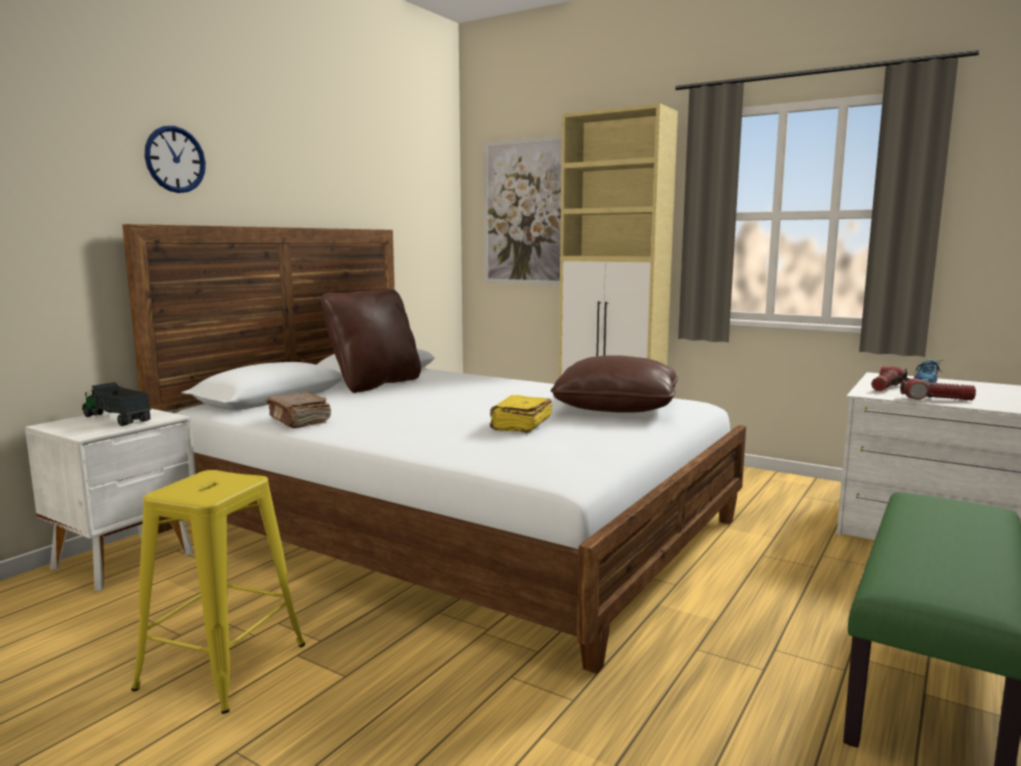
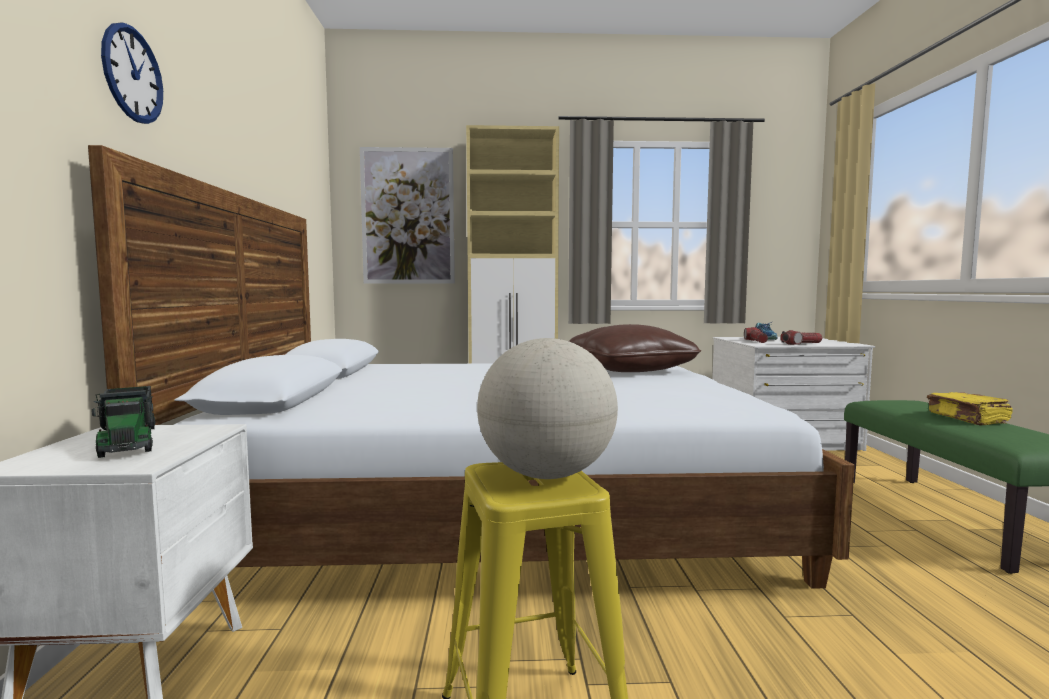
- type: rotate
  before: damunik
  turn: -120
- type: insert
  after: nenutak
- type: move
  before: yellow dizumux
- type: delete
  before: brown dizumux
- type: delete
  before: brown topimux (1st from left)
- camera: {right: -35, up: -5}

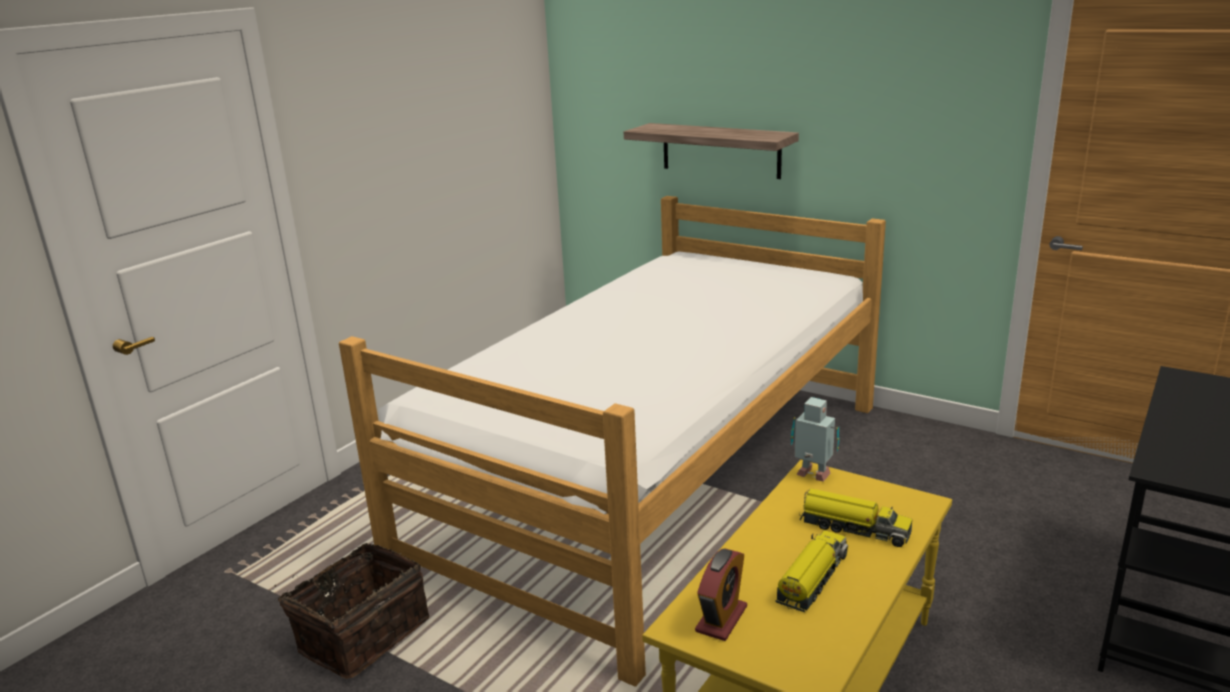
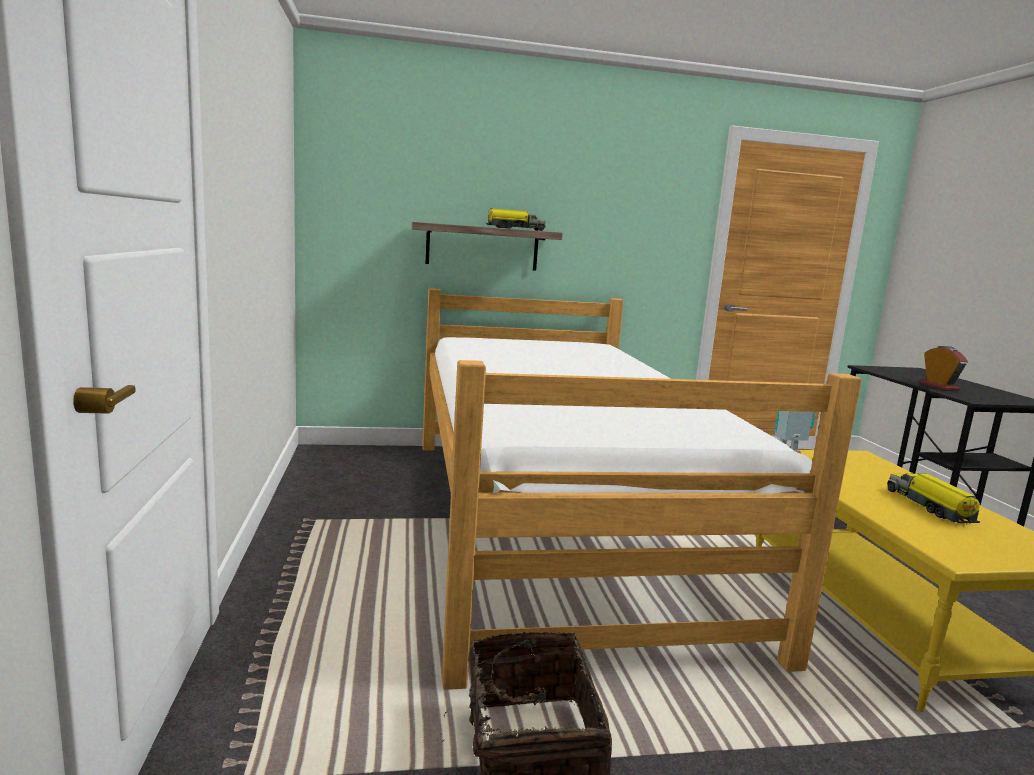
- type: move
  before: damunik (2nd from left in the first image)
  after: damunik (1st from left)
- type: move
  before: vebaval
- camera: {right: -45, up: -10}

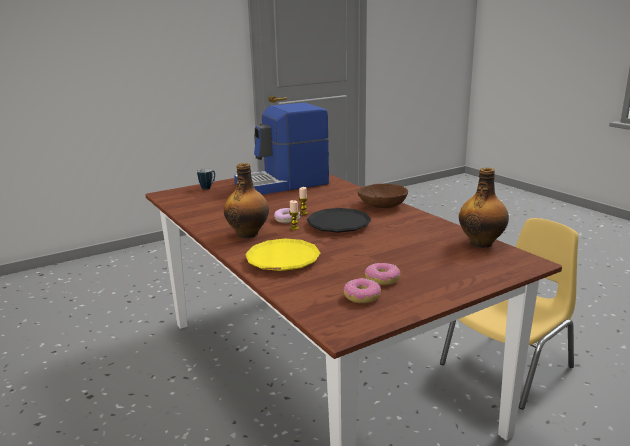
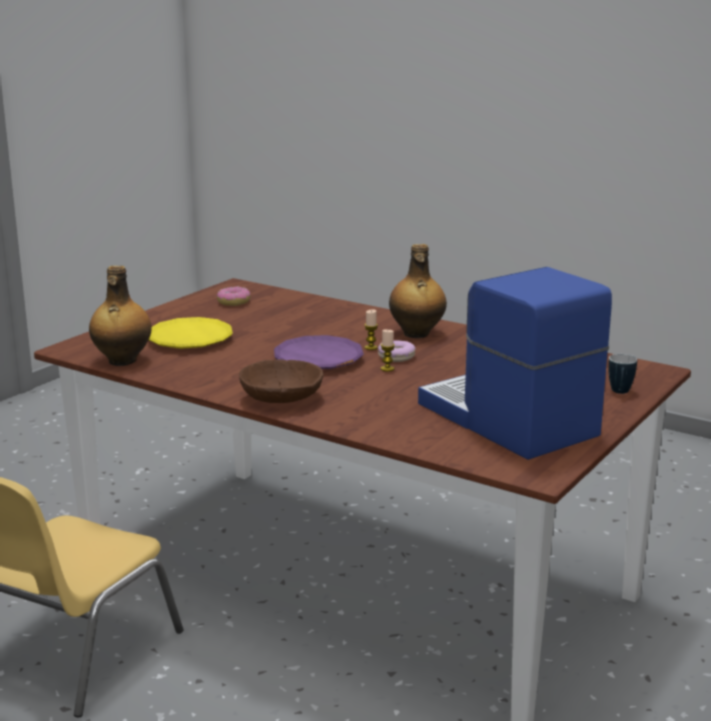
- type: move
  before: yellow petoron
- type: recolor
  before: black petoron
  after: purple petoron
- type: rotate
  before: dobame
  turn: -75
- type: delete
  before: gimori (3rd from left)
- camera: {right: 155, up: 0}

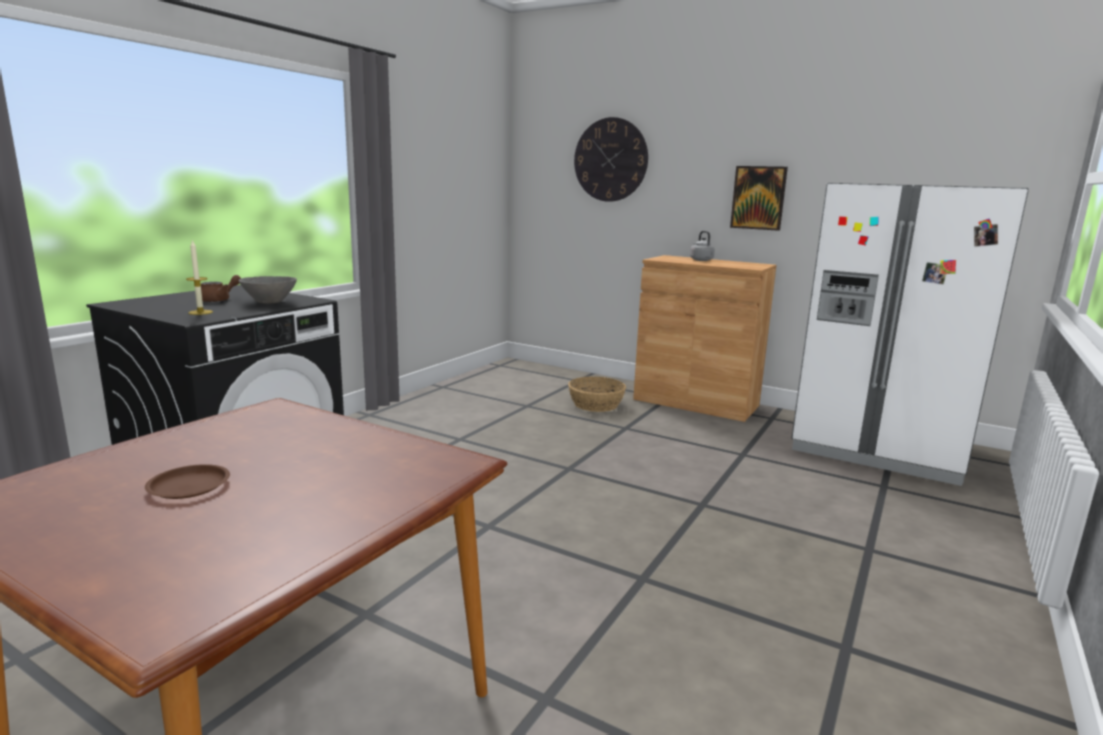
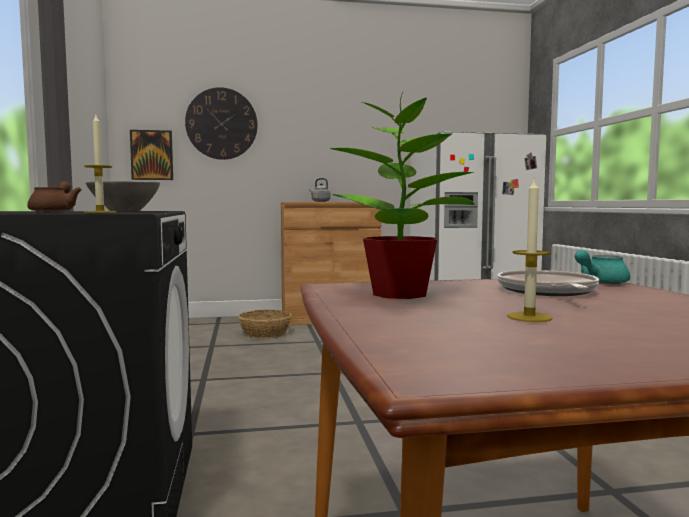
- type: move
  before: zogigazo
- type: insert
  after: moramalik
- type: insert
  after: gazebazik
- type: replace
  before: brown petoron
  after: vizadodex (2nd from left)
- type: insert
  after: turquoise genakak
- camera: {right: -40, up: -10}

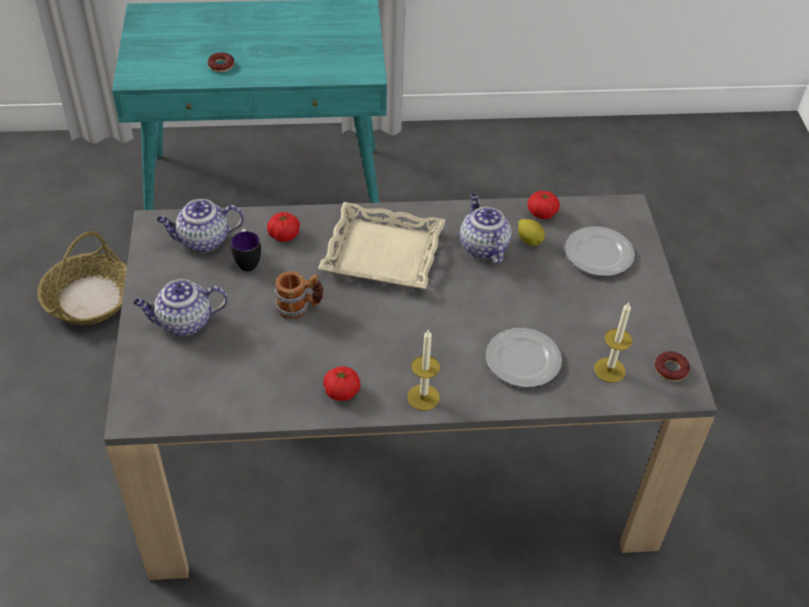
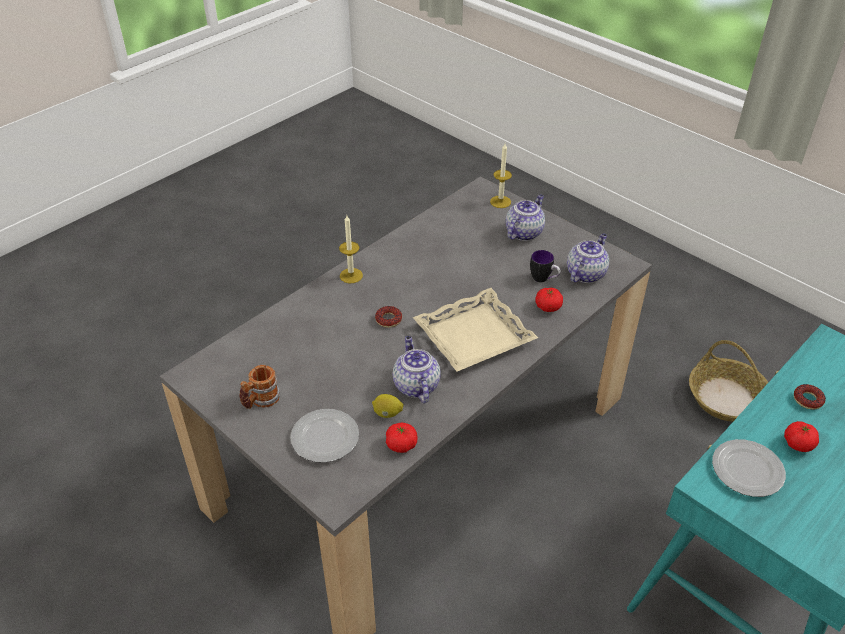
- type: move
  before: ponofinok (2nd from left in the first image)
  after: ponofinok (1st from left)
- type: move
  before: gimori (2nd from left in the first image)
  after: gimori (1st from left)
- type: rotate
  before: genakak (3rd from left in the first image)
  turn: -135
- type: move
  before: vizadodex (2nd from left)
- type: move
  before: petoron (1st from left in the first image)
  after: petoron (2nd from left)
- type: move
  before: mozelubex (2nd from left in the first image)
  after: mozelubex (3rd from left)
- camera: {right: 140, up: -5}

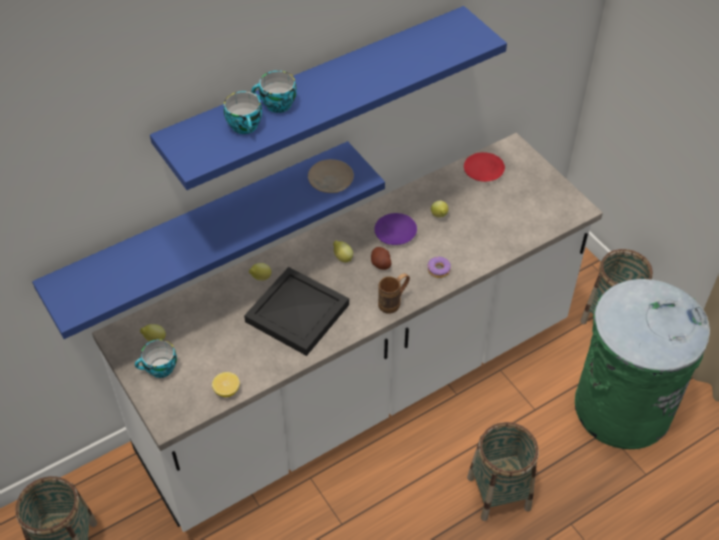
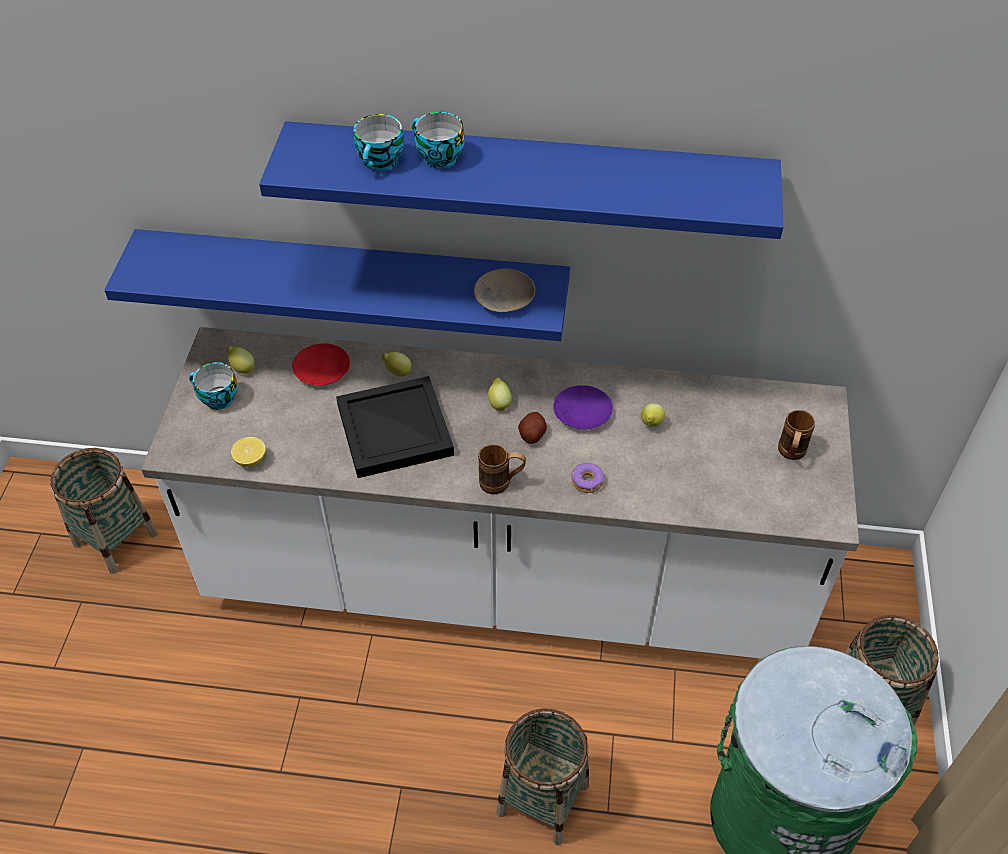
- type: move
  before: red petoron
- type: insert
  after: brown ponofinok (2nd from left)
- camera: {right: 40, up: 0}

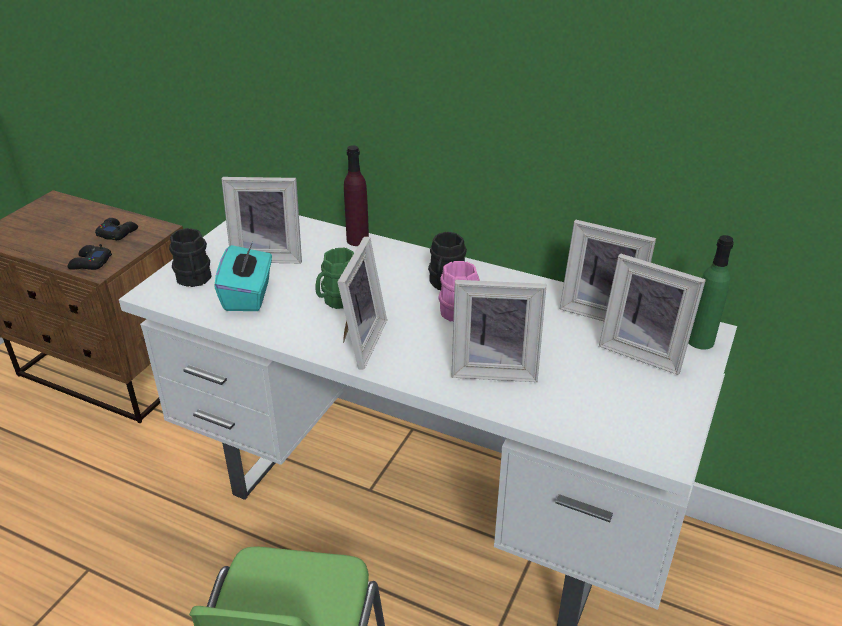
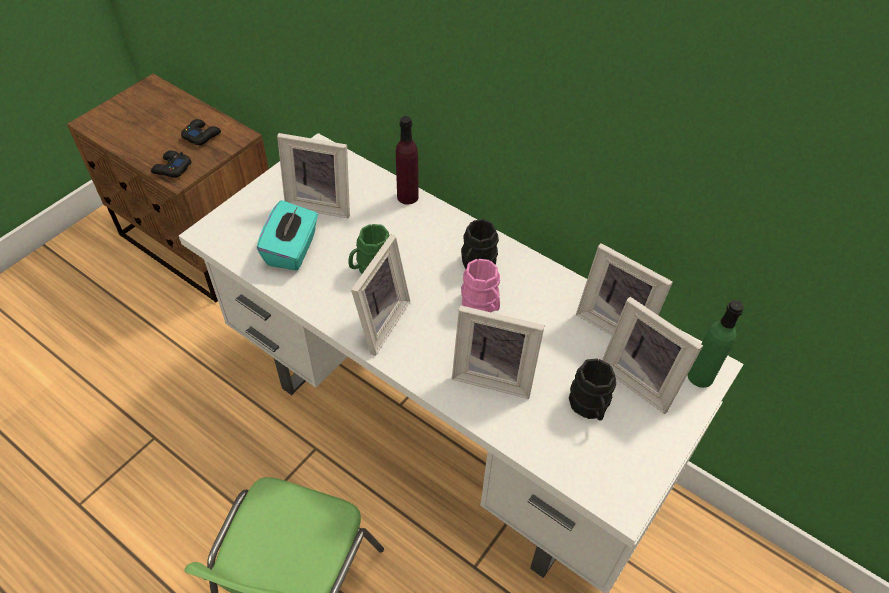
- type: move
  before: black ponofinok (1st from left in the first image)
  after: black ponofinok (2nd from left)
- camera: {right: 10, up: 15}

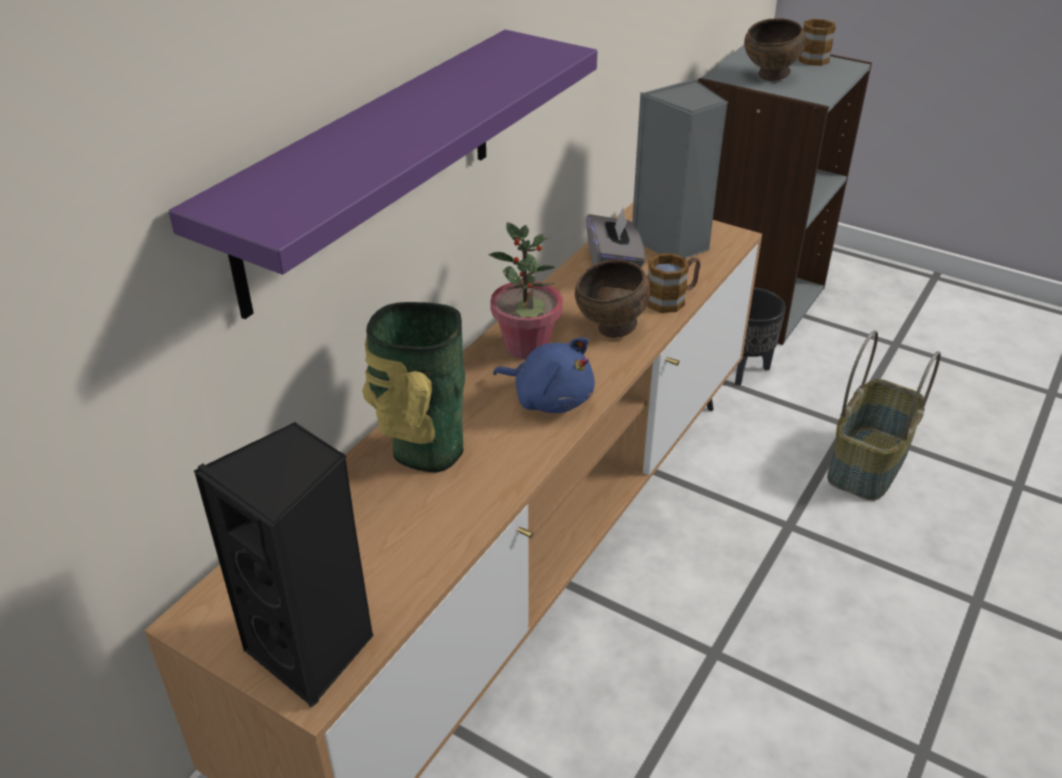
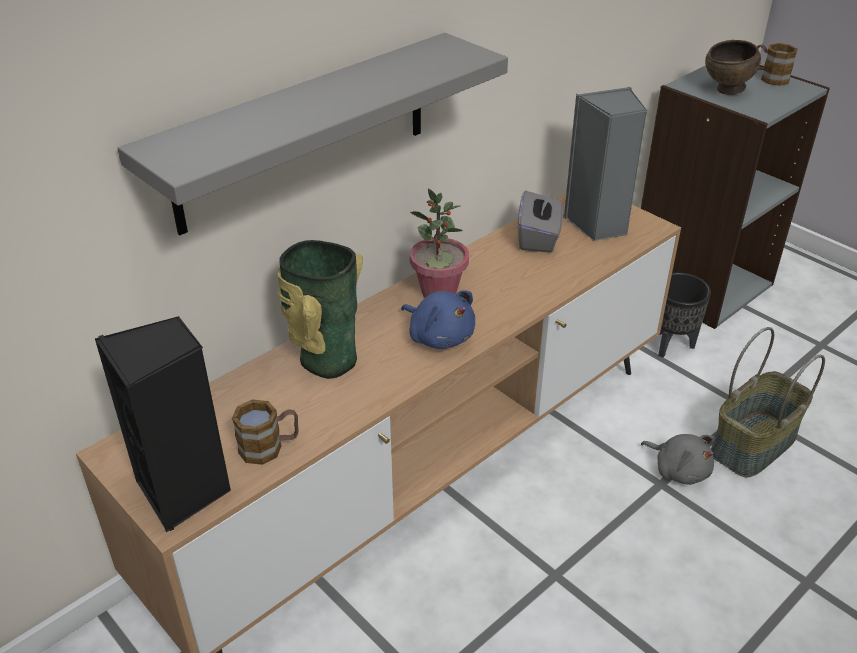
- type: recolor
  before: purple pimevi
  after: grey pimevi
- type: move
  before: ponofinok (1st from left)
- type: insert
  after: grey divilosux
- type: delete
  before: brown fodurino (1st from left)
- camera: {right: 15, up: 0}

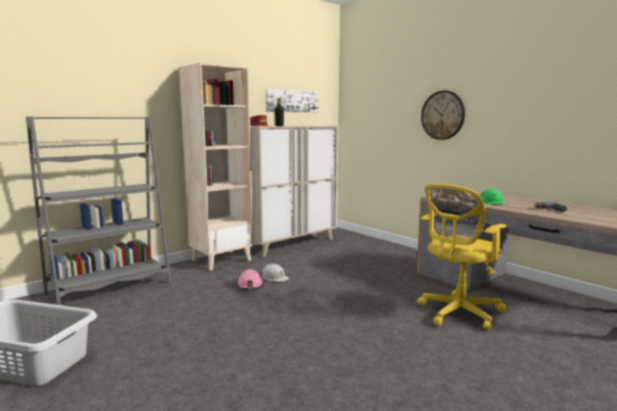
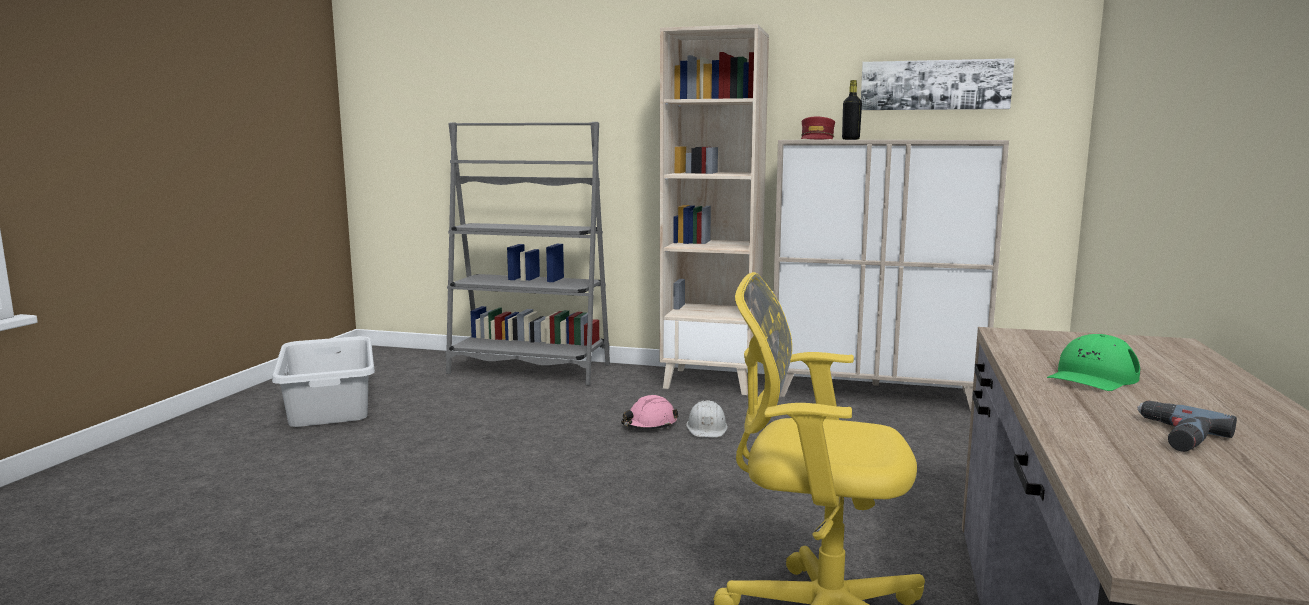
- type: delete
  before: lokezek
- camera: {right: 55, up: 0}

